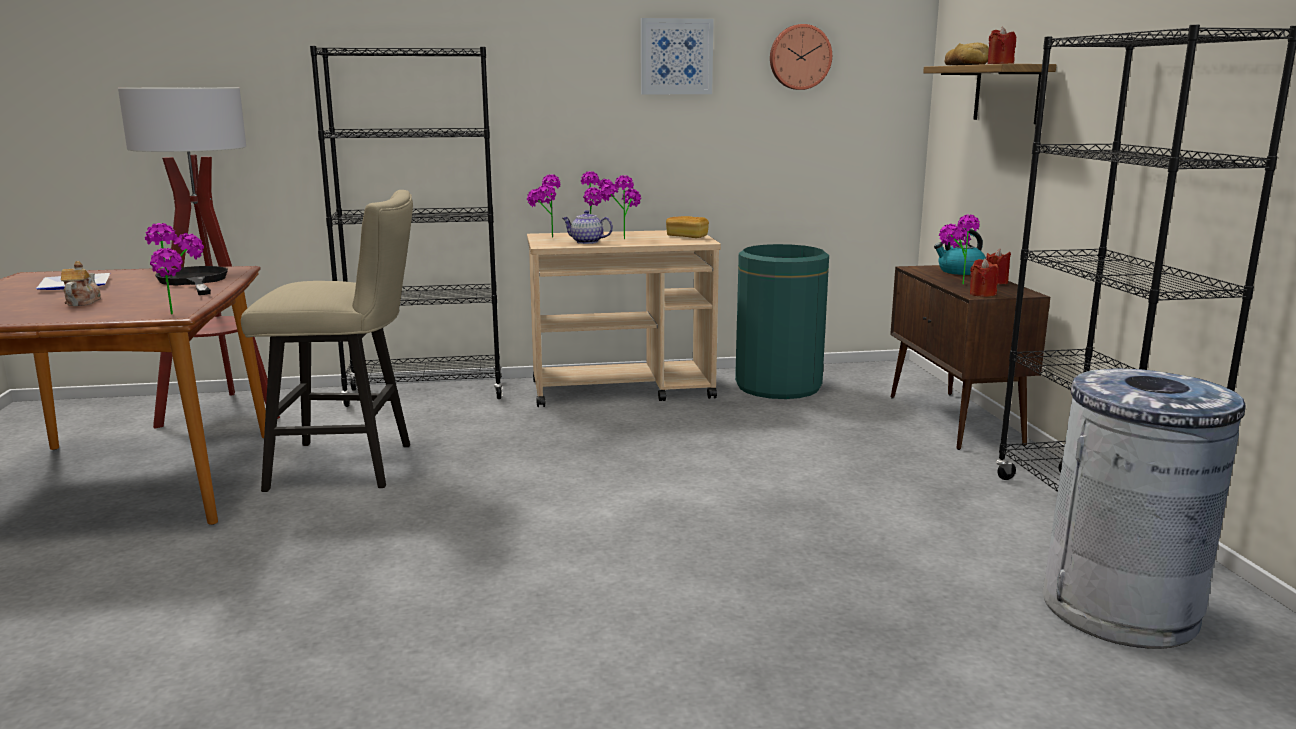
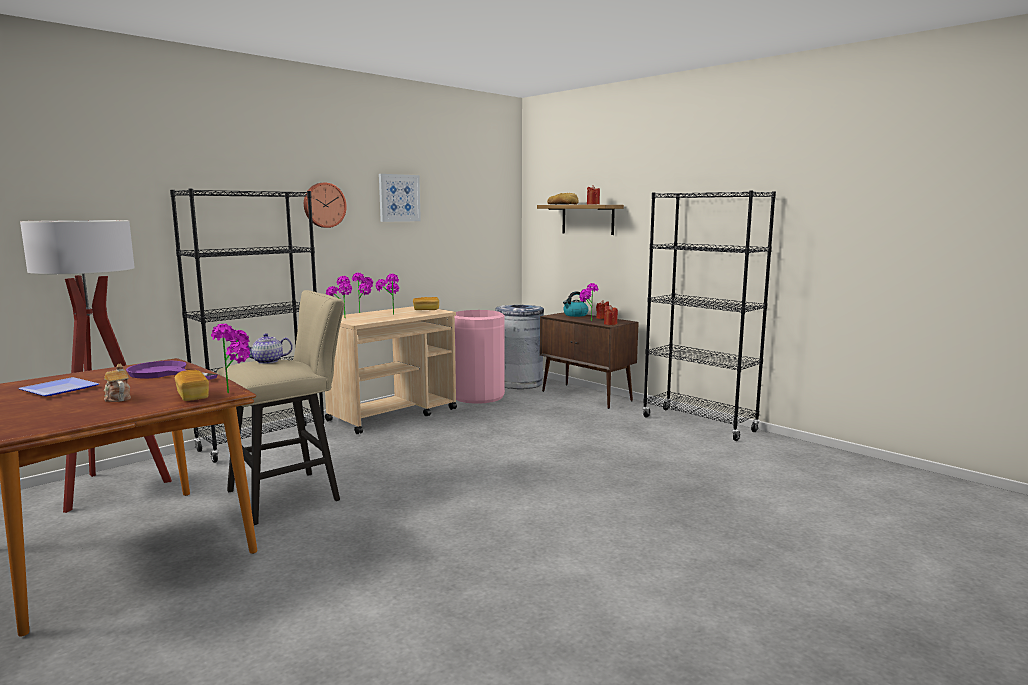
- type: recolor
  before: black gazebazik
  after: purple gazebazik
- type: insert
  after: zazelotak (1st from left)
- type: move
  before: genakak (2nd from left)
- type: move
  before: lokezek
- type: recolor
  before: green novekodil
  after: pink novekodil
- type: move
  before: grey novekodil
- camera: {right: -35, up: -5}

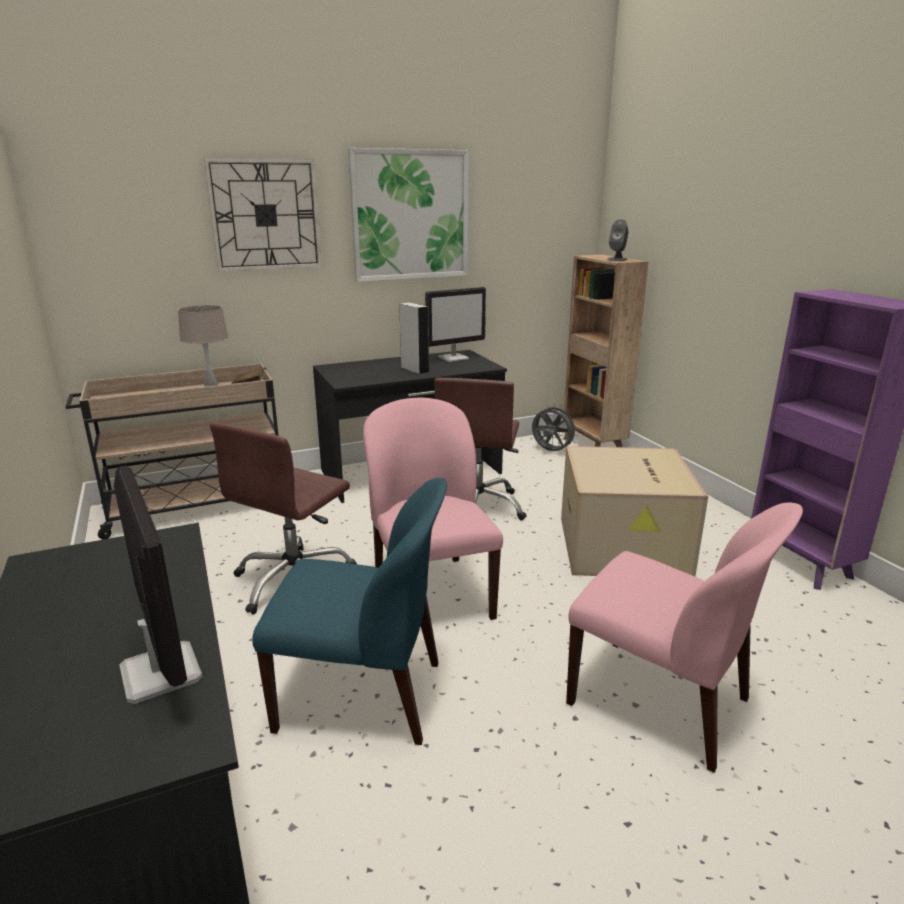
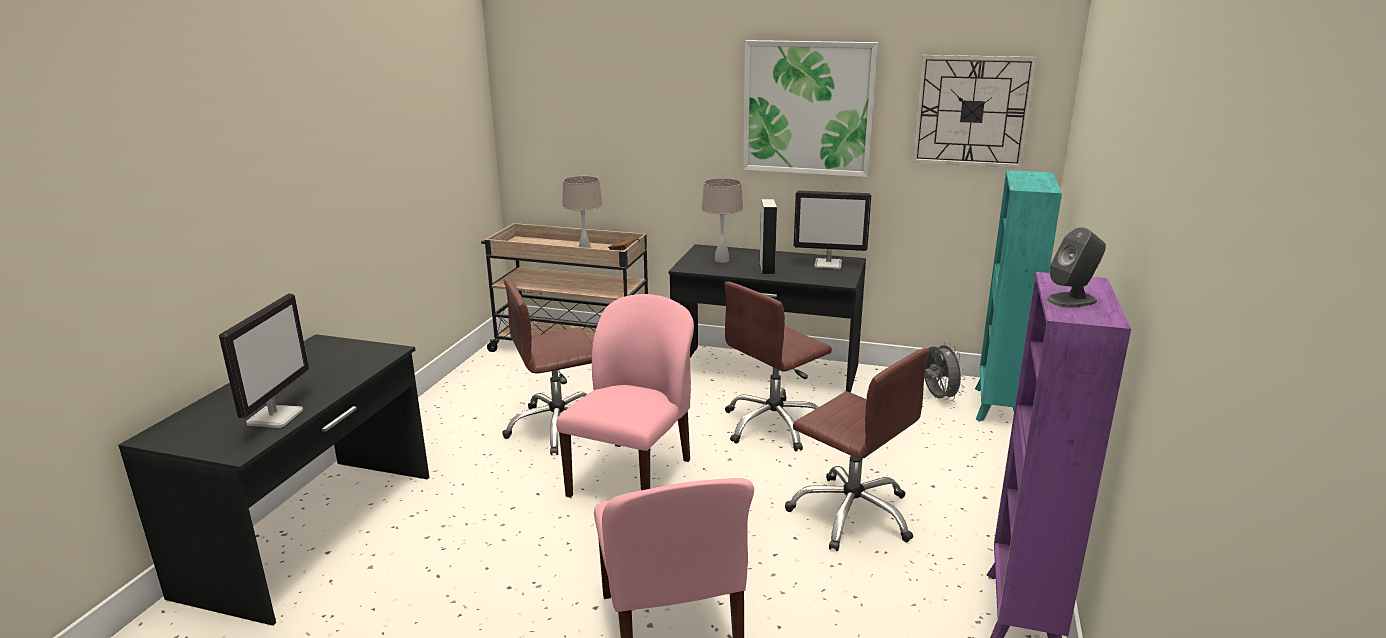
- type: insert
  after: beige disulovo (2nd from left)
- type: replace
  before: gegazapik
  after: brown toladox (3rd from left)
- type: move
  before: lokezek
- type: recolor
  before: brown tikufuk
  after: turquoise tikufuk
- type: move
  before: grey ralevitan (2nd from left)
- type: delete
  before: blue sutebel
- camera: {right: 40, up: 0}

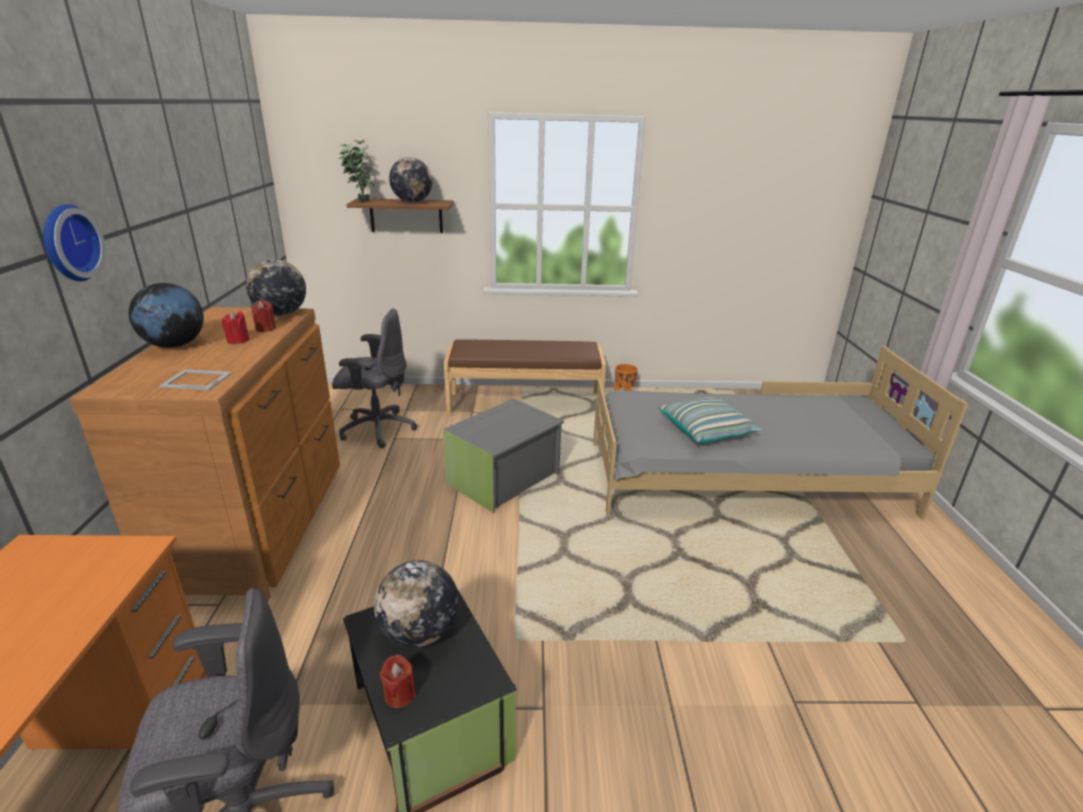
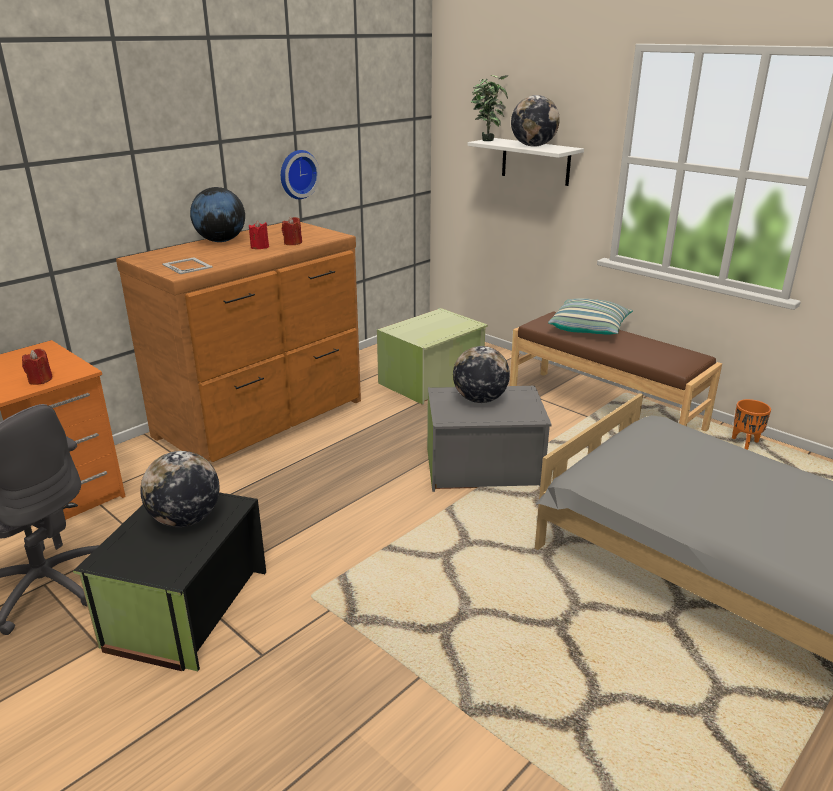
- type: move
  before: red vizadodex (3rd from left in the first image)
  after: red vizadodex (1st from left)
- type: move
  before: lokezek
- type: replace
  before: grey toladox (2nd from left)
  after: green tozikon
- type: move
  before: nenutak (2nd from left in the first image)
  after: nenutak (3rd from left)
- type: recolor
  before: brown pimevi
  after: white pimevi
- type: move
  before: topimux
- camera: {right: 45, up: 0}

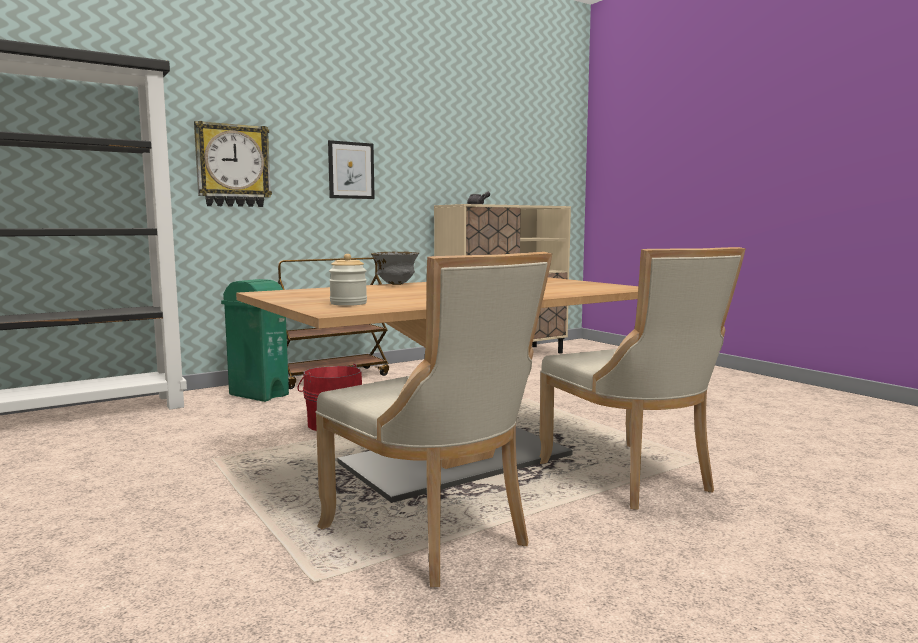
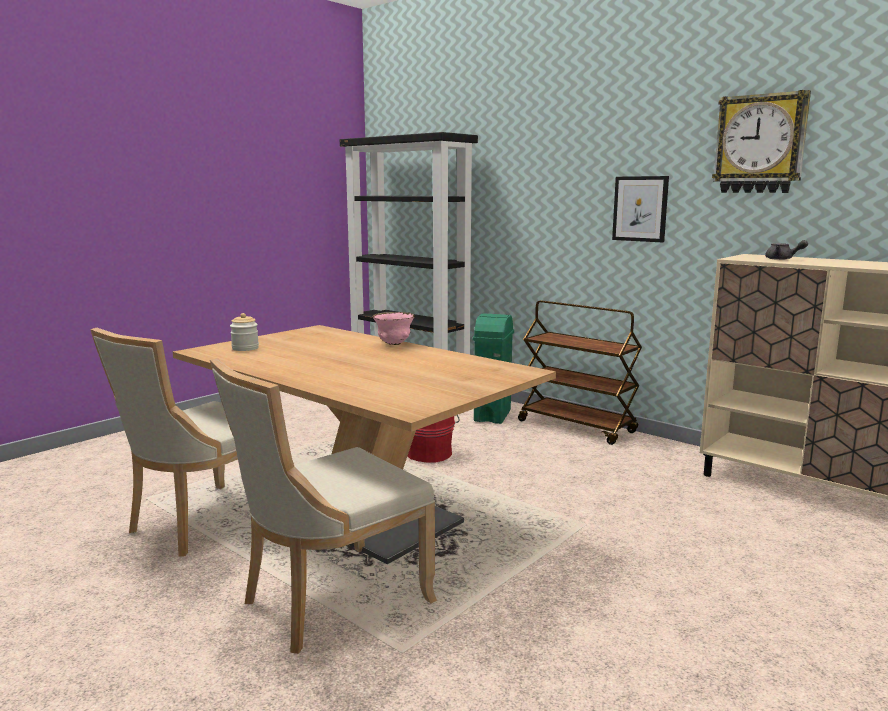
- type: recolor
  before: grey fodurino
  after: pink fodurino
- type: move
  before: lokezek
- camera: {right: 75, up: 5}

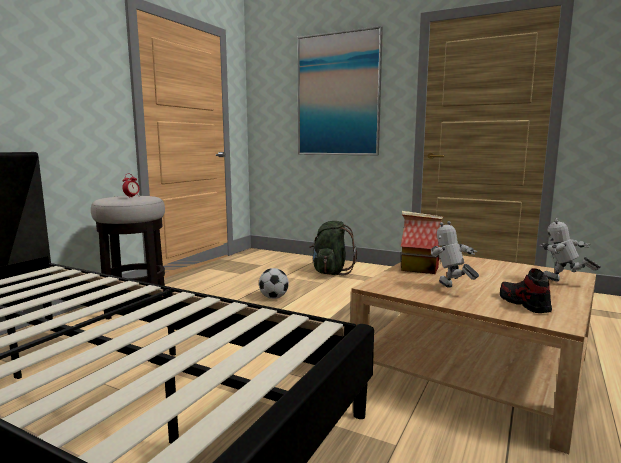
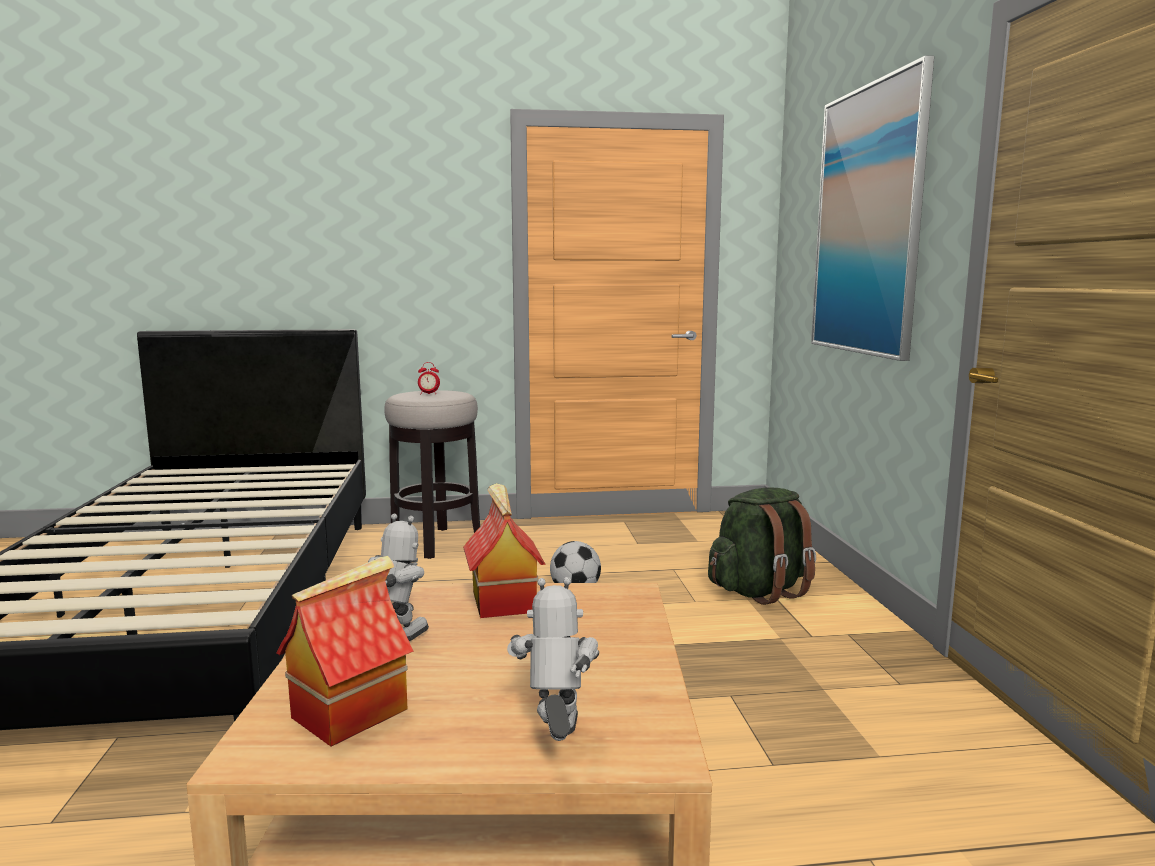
- type: replace
  before: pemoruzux
  after: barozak (1st from left)
- camera: {right: 55, up: 0}

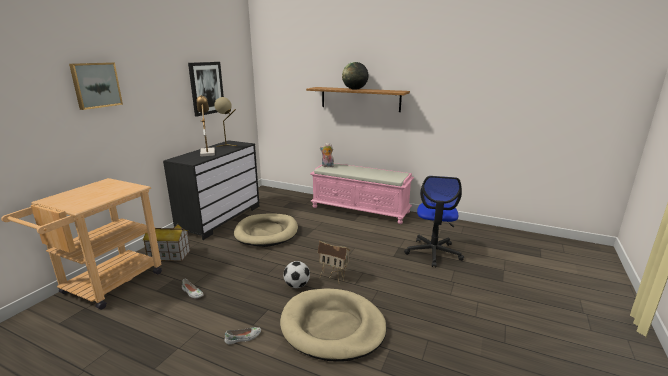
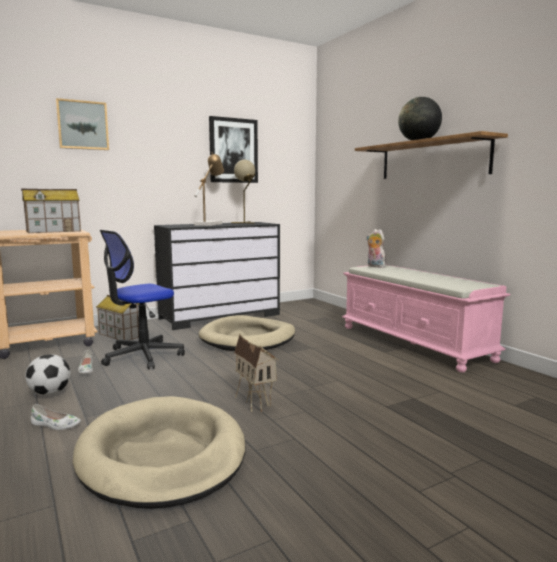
- type: insert
  after: barozak (1st from left)
- type: move
  before: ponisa
- type: move
  before: toladox
- camera: {right: 35, up: -10}

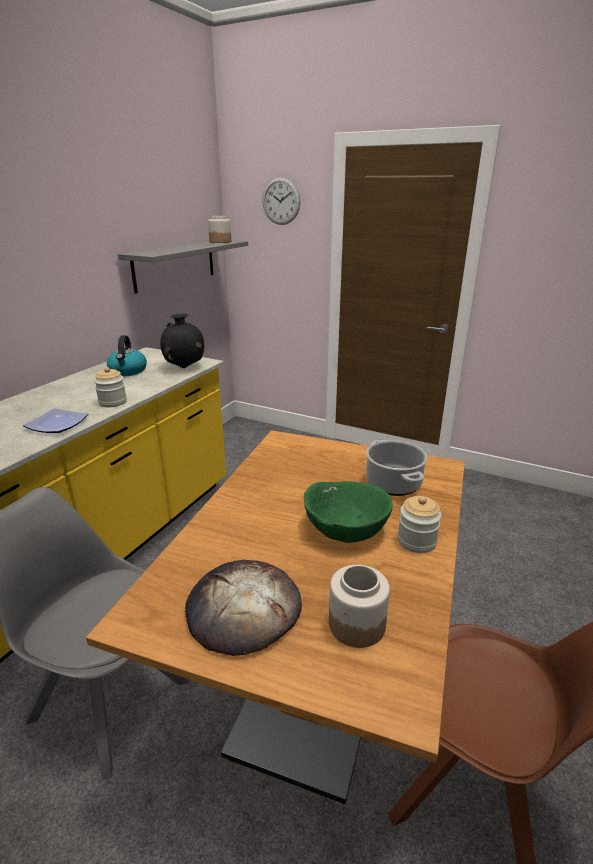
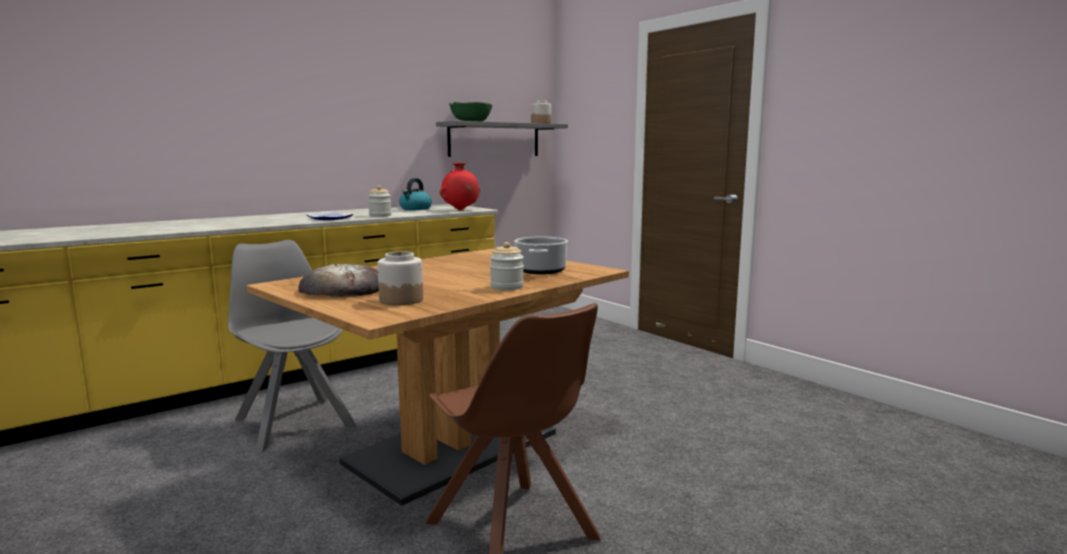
- type: recolor
  before: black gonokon
  after: red gonokon
- type: move
  before: green fodurino
- type: delete
  before: lokezek
- camera: {right: 25, up: -15}

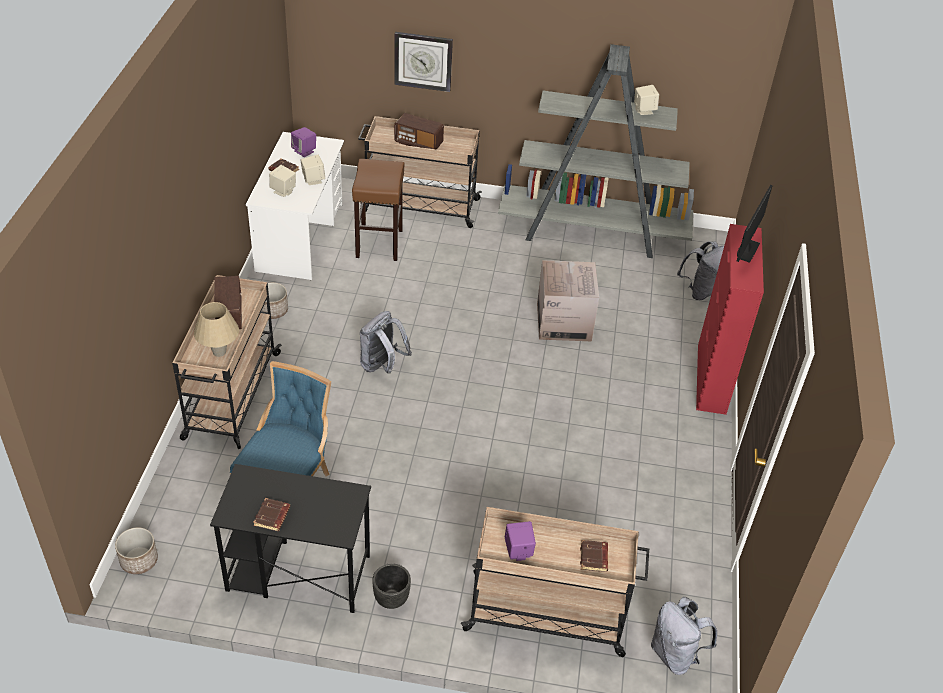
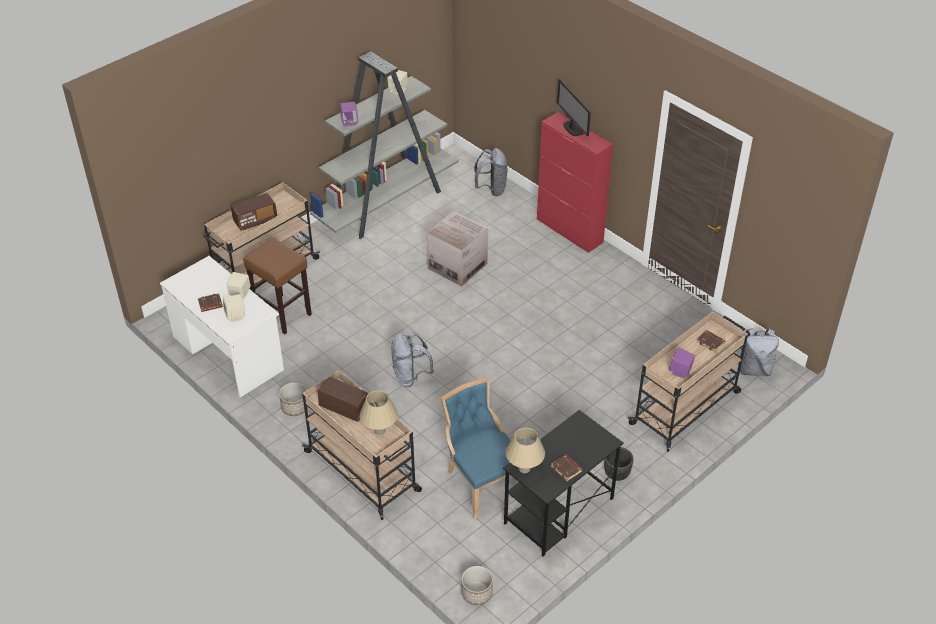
- type: move
  before: purple ralevitan (1st from left)
- type: insert
  after: beige disulovo (2nd from left)
- type: delete
  before: lokezek
- camera: {right: -50, up: 0}

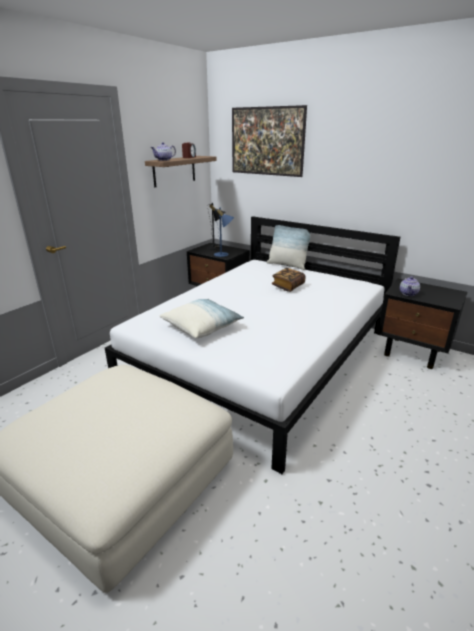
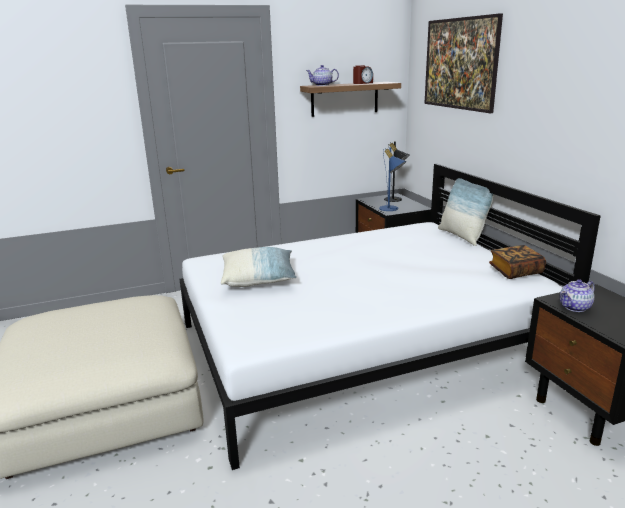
- type: move
  before: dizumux
- camera: {right: 35, up: -5}

